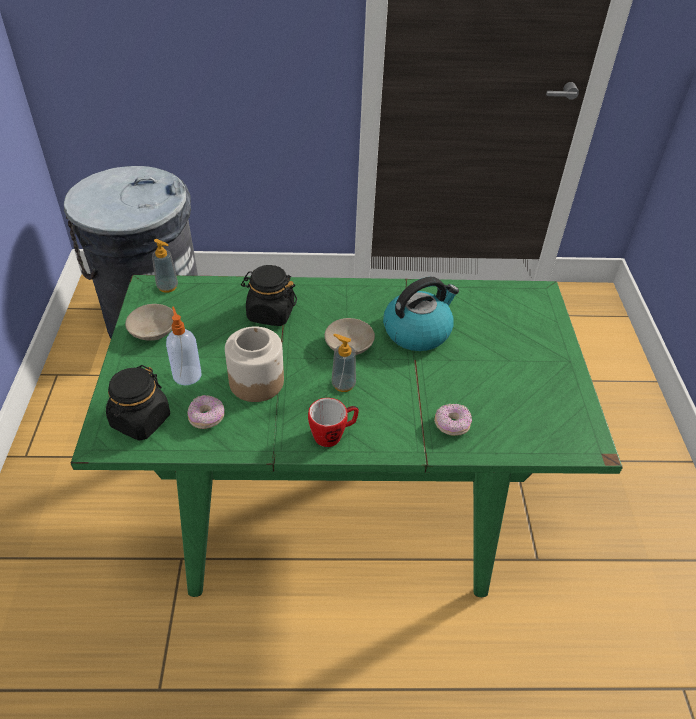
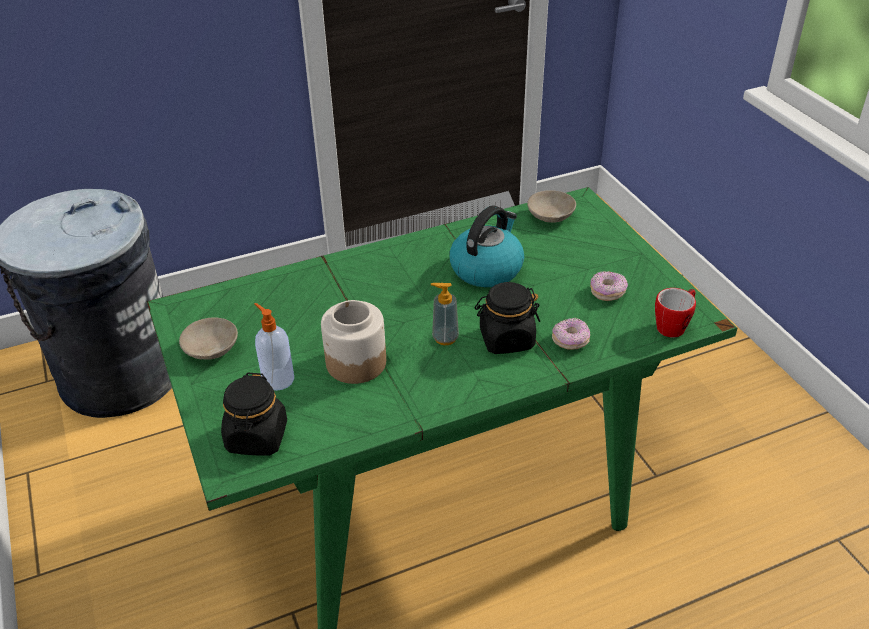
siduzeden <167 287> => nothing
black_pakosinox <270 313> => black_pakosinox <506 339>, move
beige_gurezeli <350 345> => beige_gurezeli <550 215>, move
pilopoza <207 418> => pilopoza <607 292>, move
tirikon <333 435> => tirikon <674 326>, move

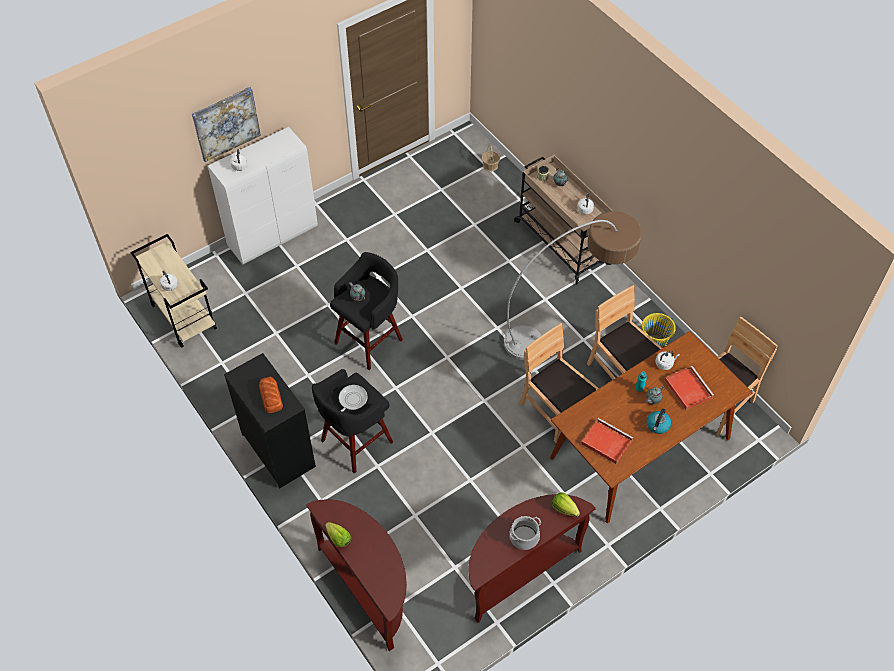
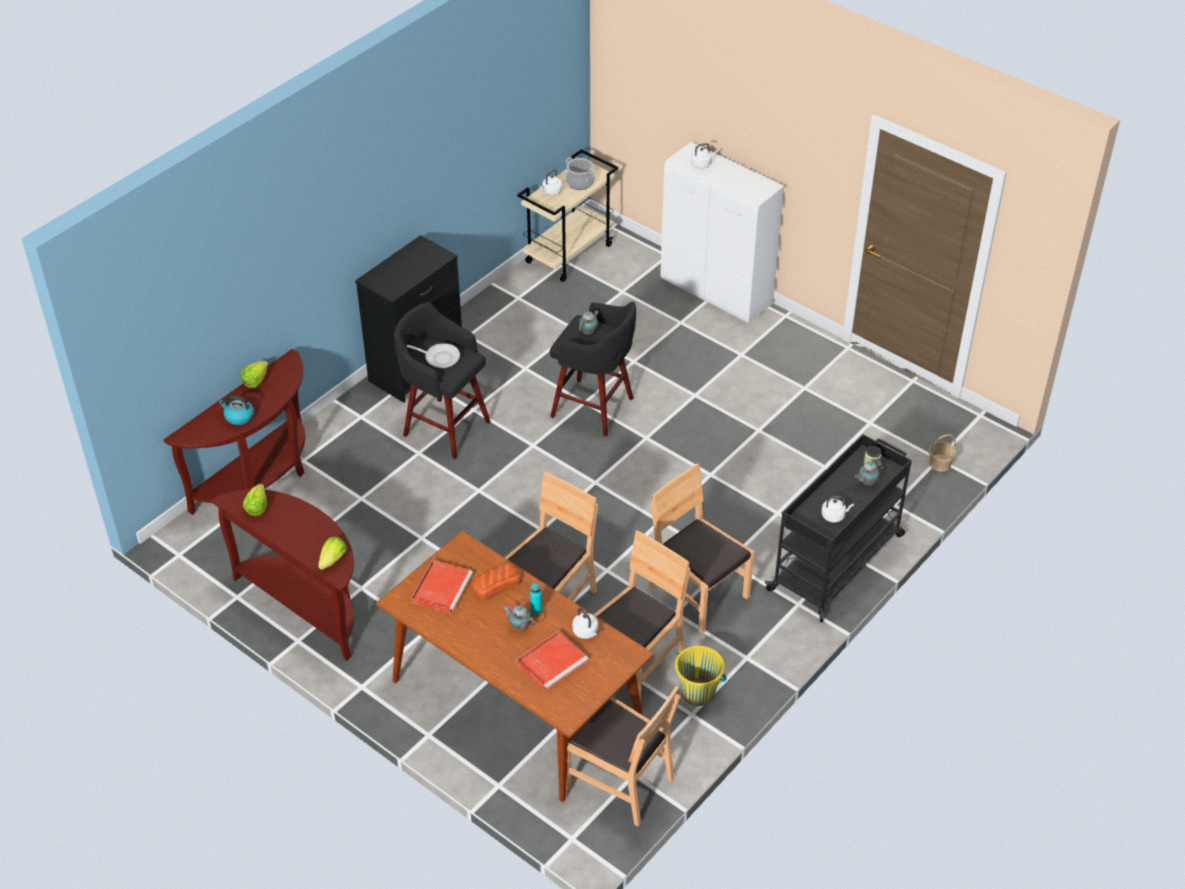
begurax <226 123> => nothing
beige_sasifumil <561 242> => black_sasifumil <837 561>
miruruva <569 322> => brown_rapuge <698 593>
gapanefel <270 397> => gapanefel <495 585>, move
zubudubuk <657 425> => zubudubuk <238 417>, move
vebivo <524 537> => vebivo <579 182>, move
nothing => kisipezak <257 507>

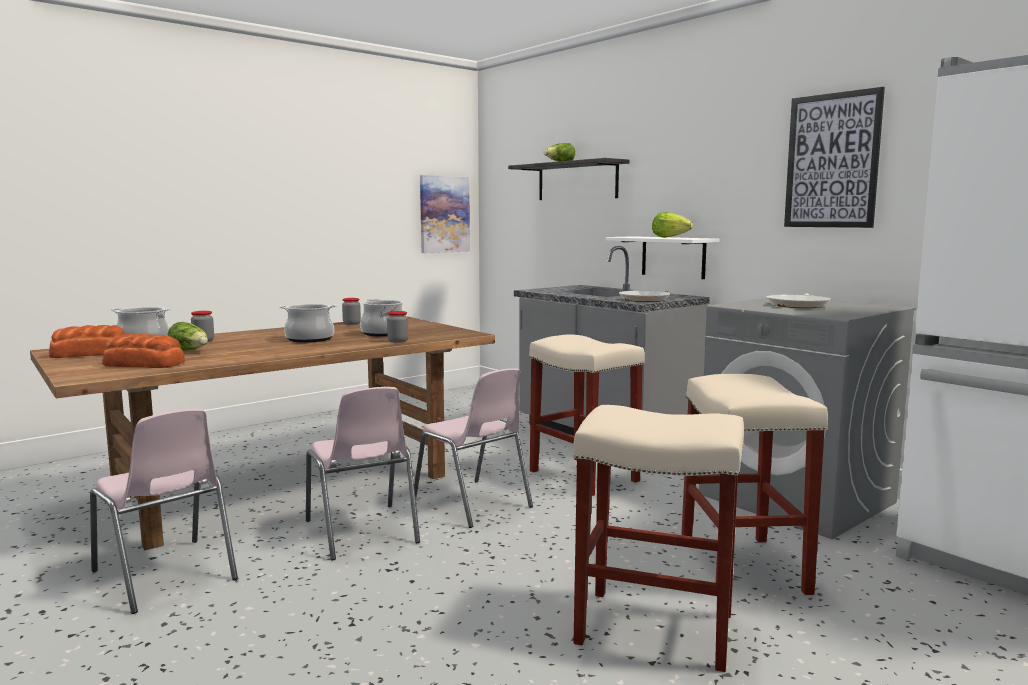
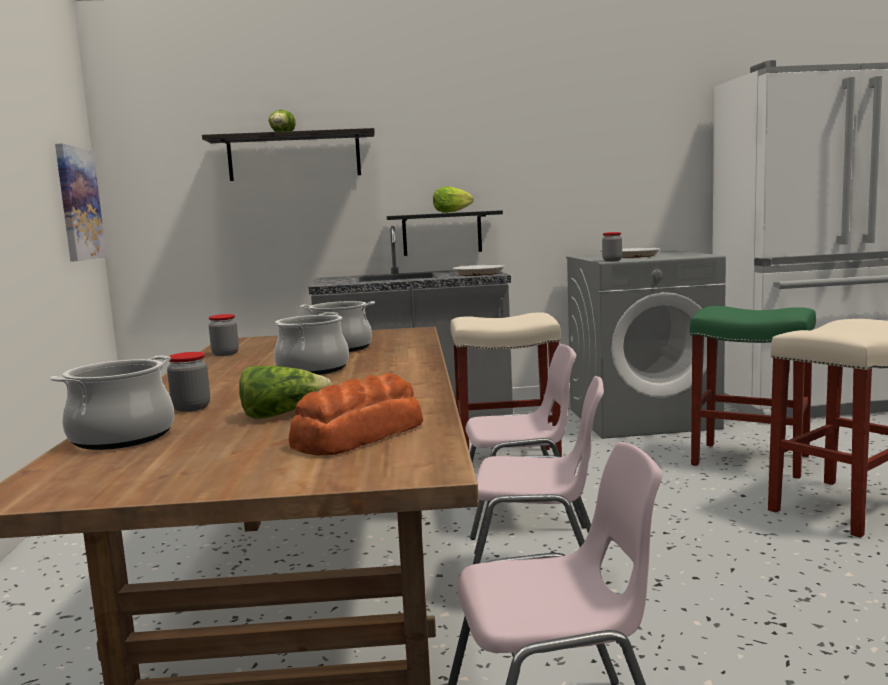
begurax <832 161> => nothing
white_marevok <673 257> => black_marevok <442 233>
pakosinox <398 341> => pakosinox <612 260>, move
gapanefel <89 353> => nothing
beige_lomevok <744 567> => green_lomevok <752 460>

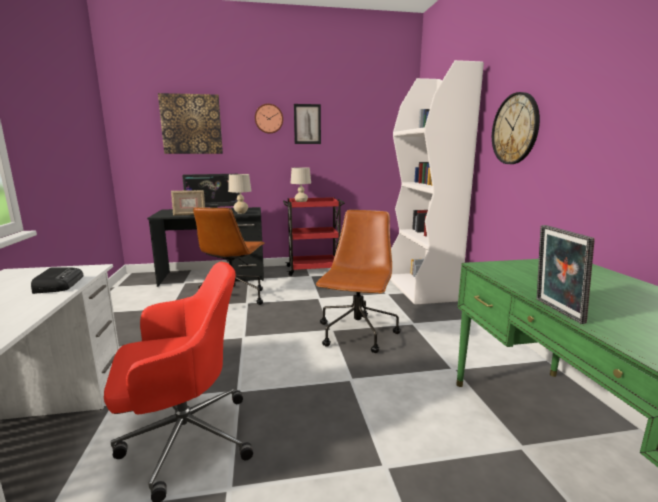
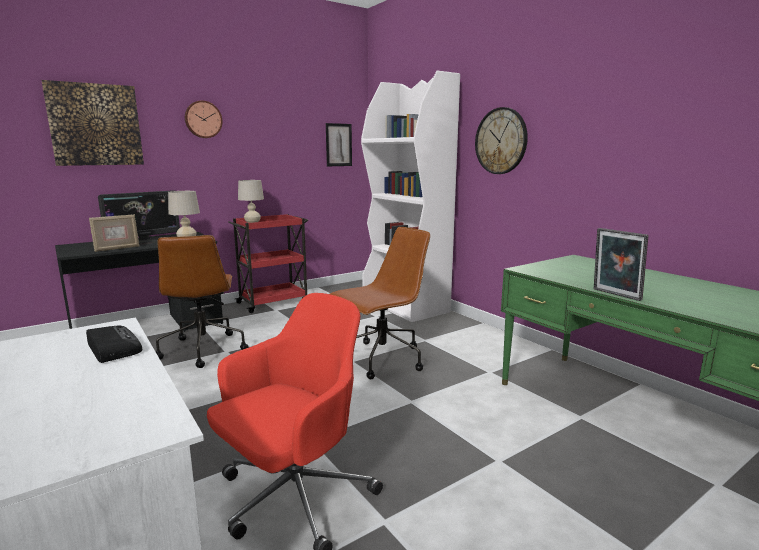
begurax <307 124> => begurax <338 145>, move
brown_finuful <357 334> => brown_finuful <381 360>, 60 degrees clockwise

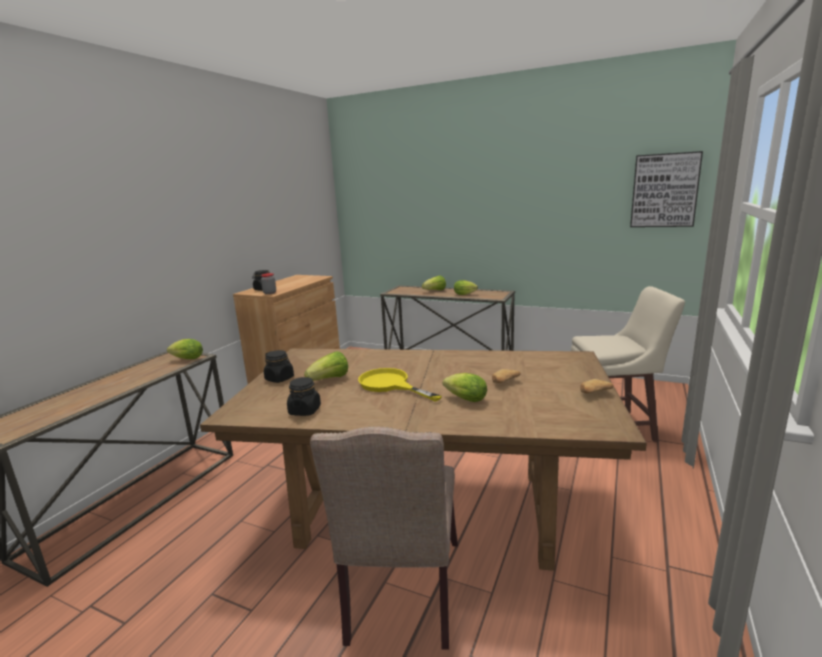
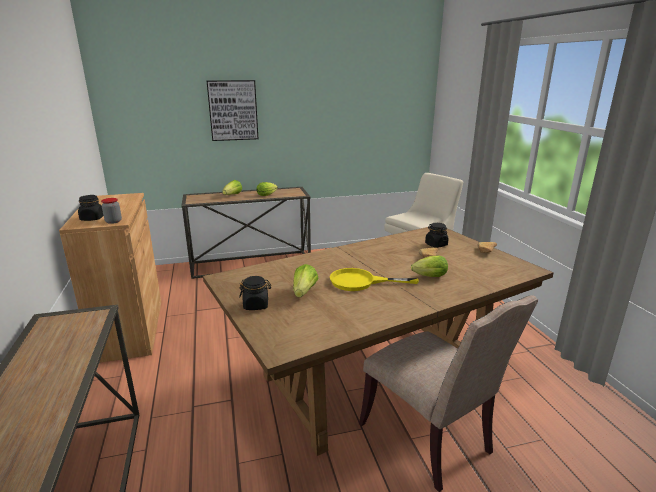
begurax <664 190> => begurax <233 110>, move
kisipezak <186 359> => nothing
black_pakosinox <305 410> => black_pakosinox <436 244>, move

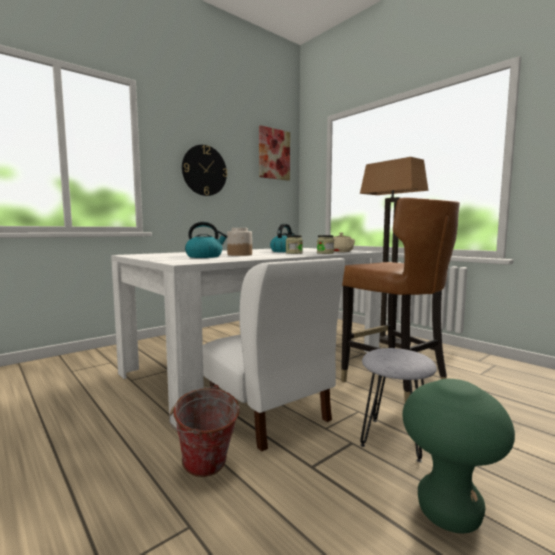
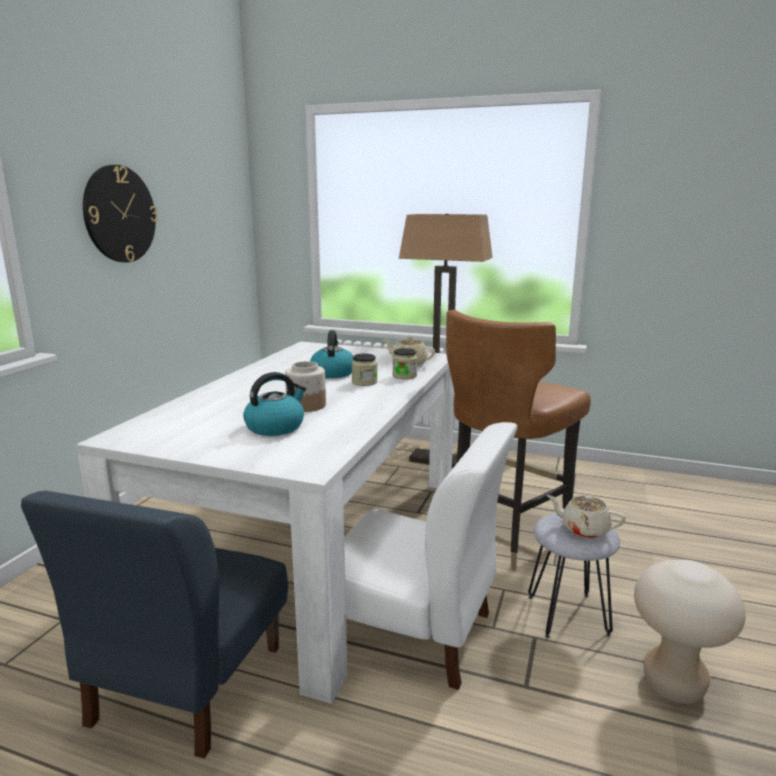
begurax <274 154> => nothing
brown_rapuge <393 383> => brown_rapuge <503 533>, 105 degrees clockwise
green_lomevok <449 514> => beige_lomevok <673 685>
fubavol <205 470> => nothing
nothing => blue_rapuge <186 684>
nothing => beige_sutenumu <584 529>

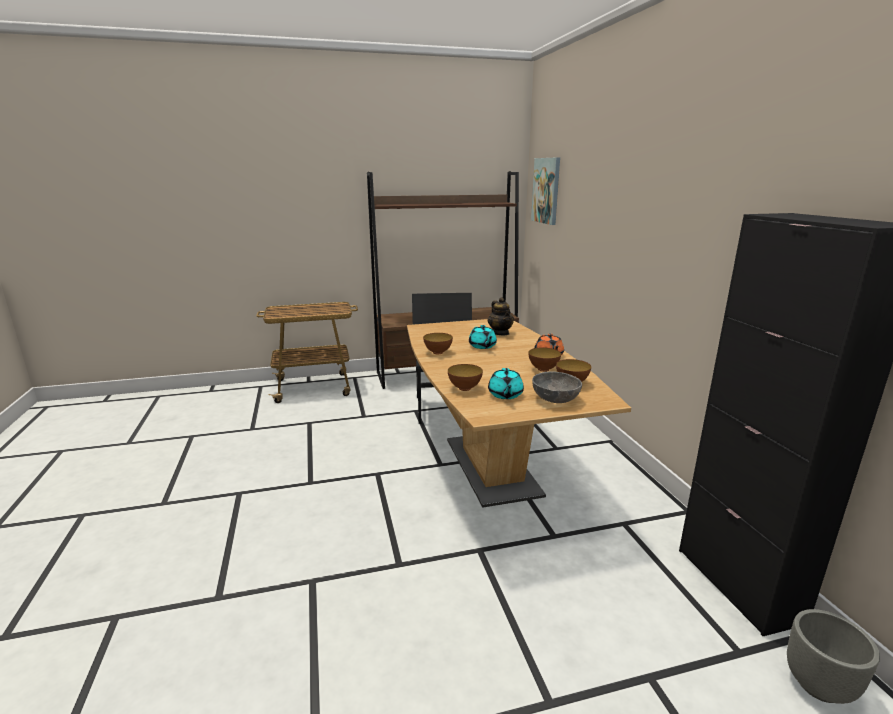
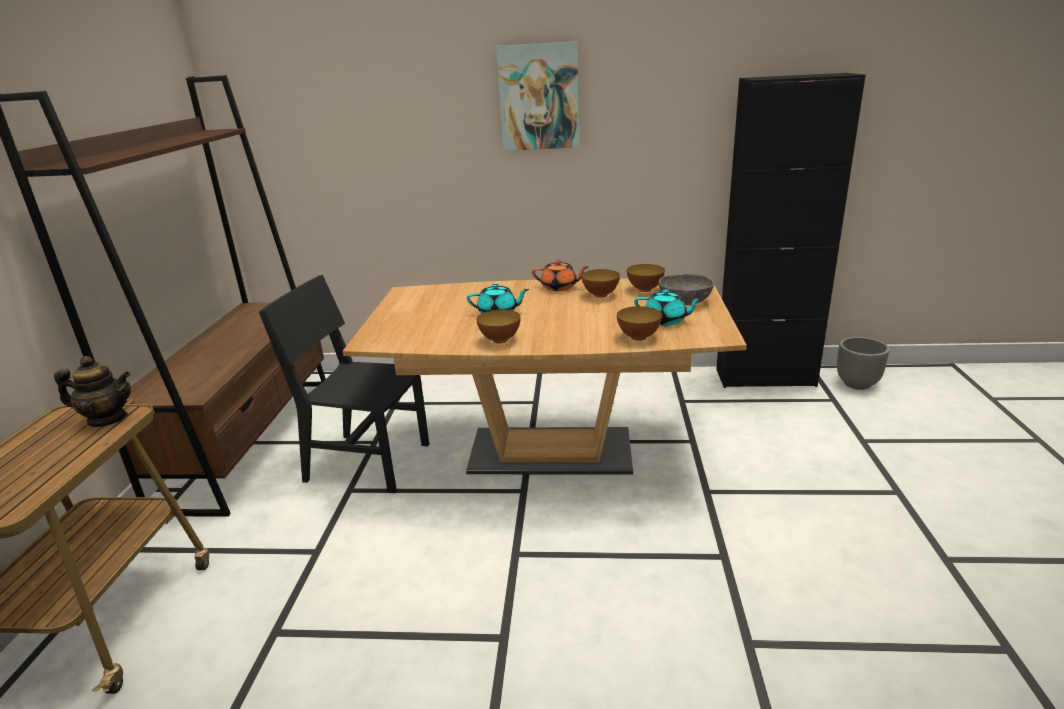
begurax <546 190> => begurax <539 97>, move
sutenumu <500 333> => sutenumu <108 419>, move

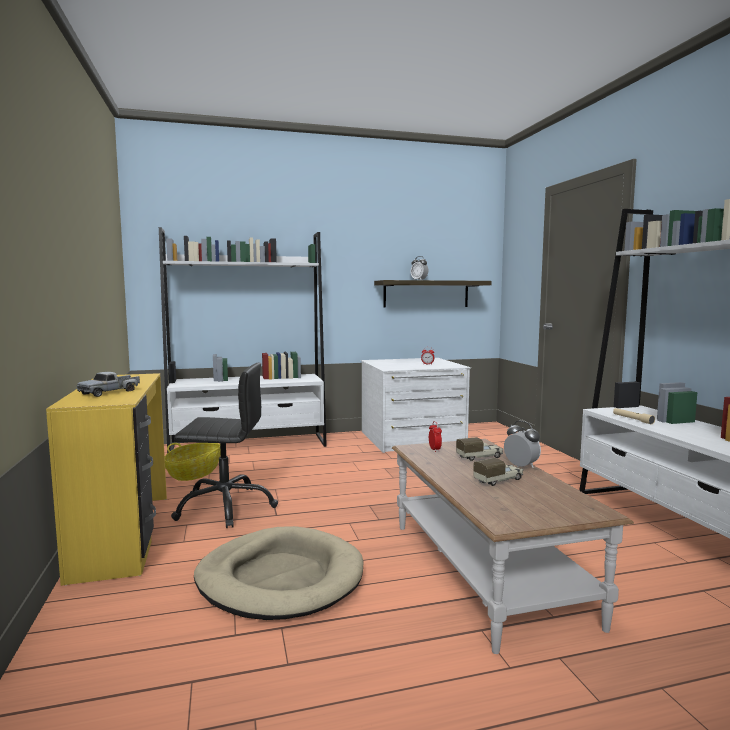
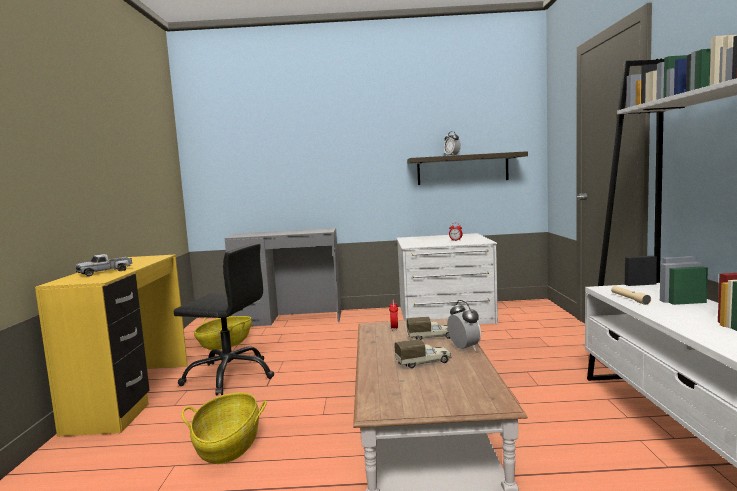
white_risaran <249 445> => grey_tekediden <289 319>
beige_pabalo <280 578> => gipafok <228 446>

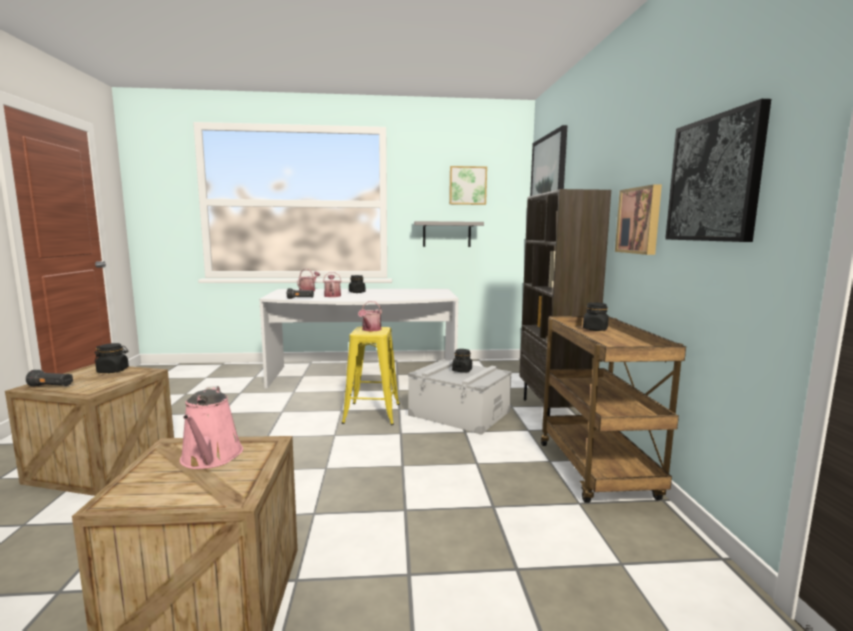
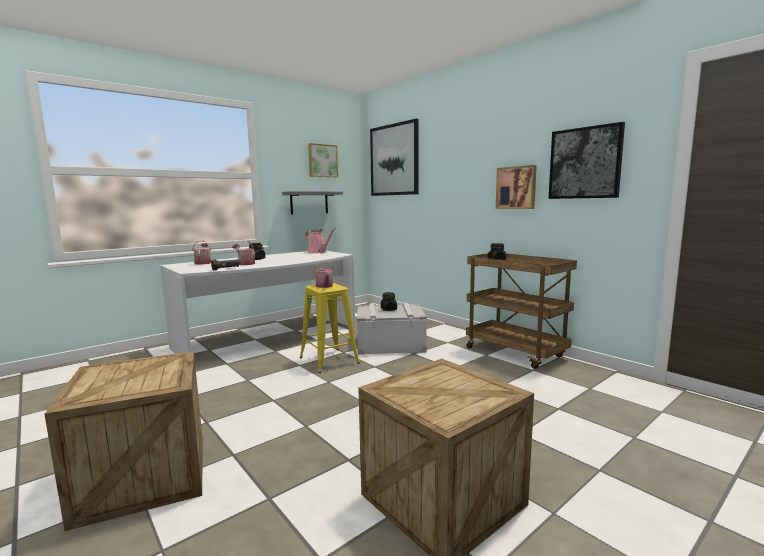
brown_risaran <553 412> => nothing
black_pakosinox <113 371> => nothing
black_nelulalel <51 386> => nothing
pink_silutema <211 458> => pink_silutema <318 252>, move

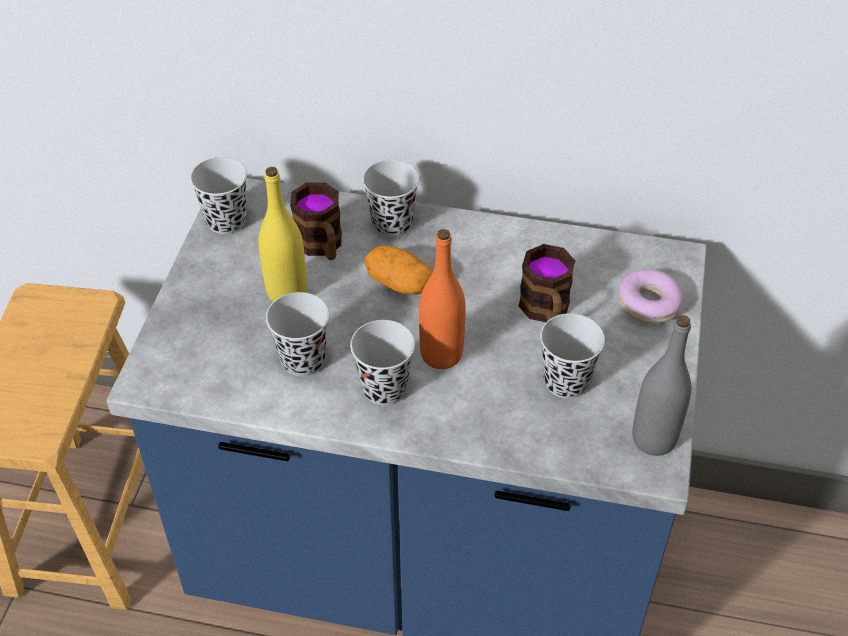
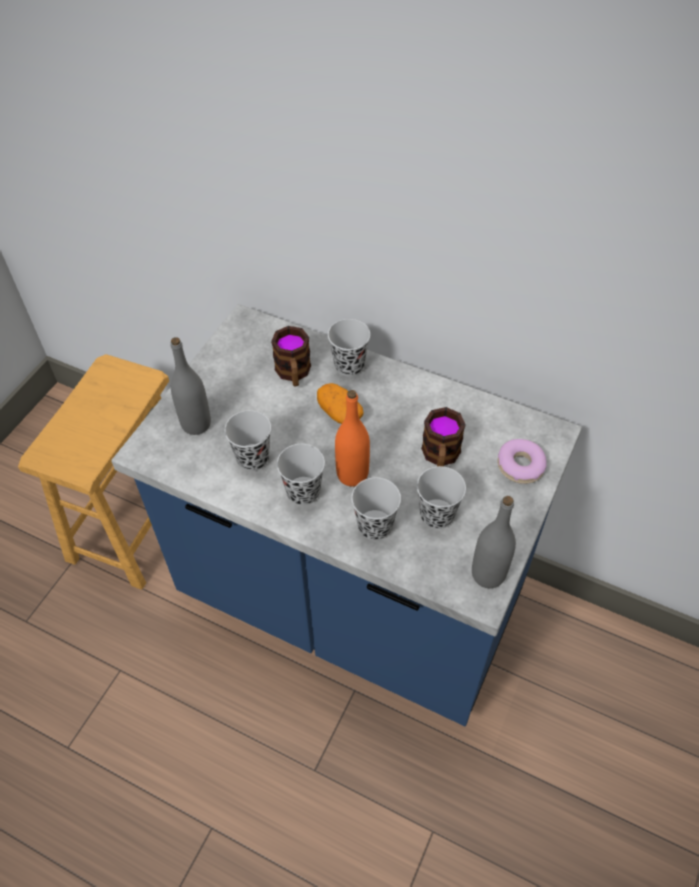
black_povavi <226 221> => black_povavi <375 526>, move
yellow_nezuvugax <287 293> => nothing
nothing => grey_nezuvugax <196 424>

